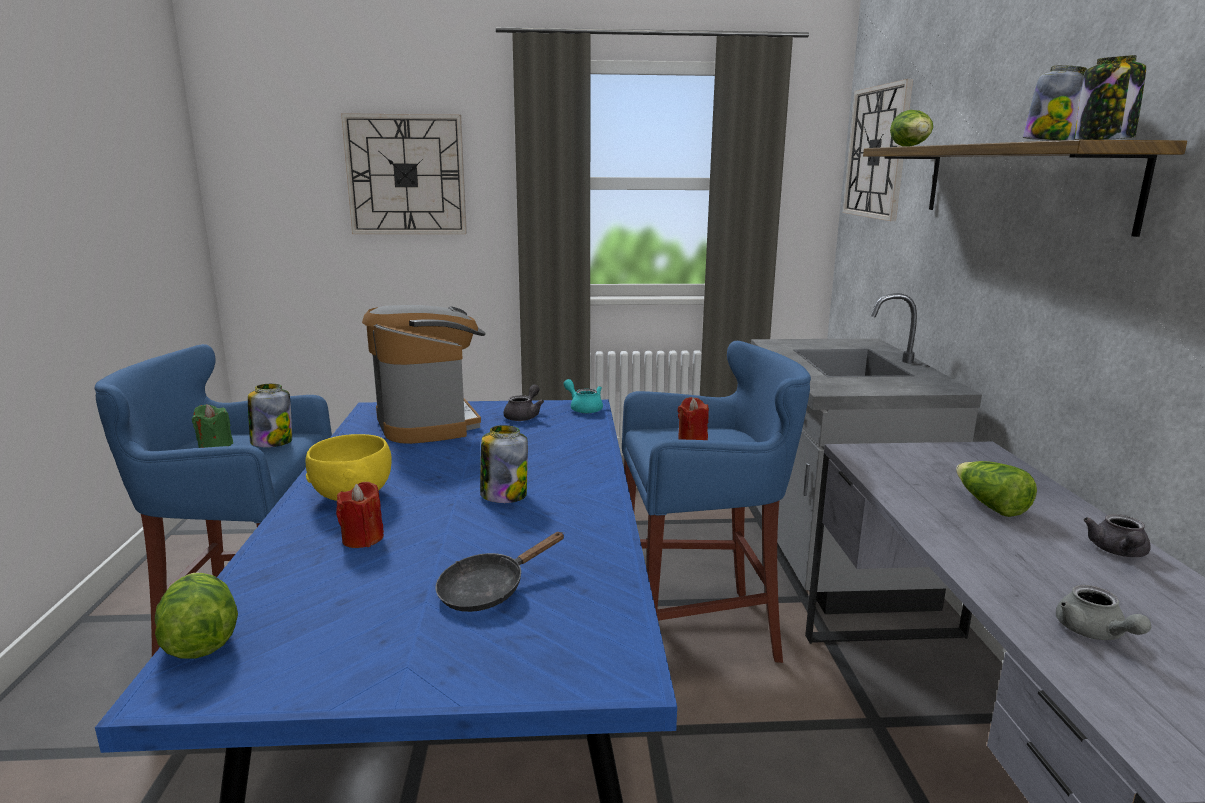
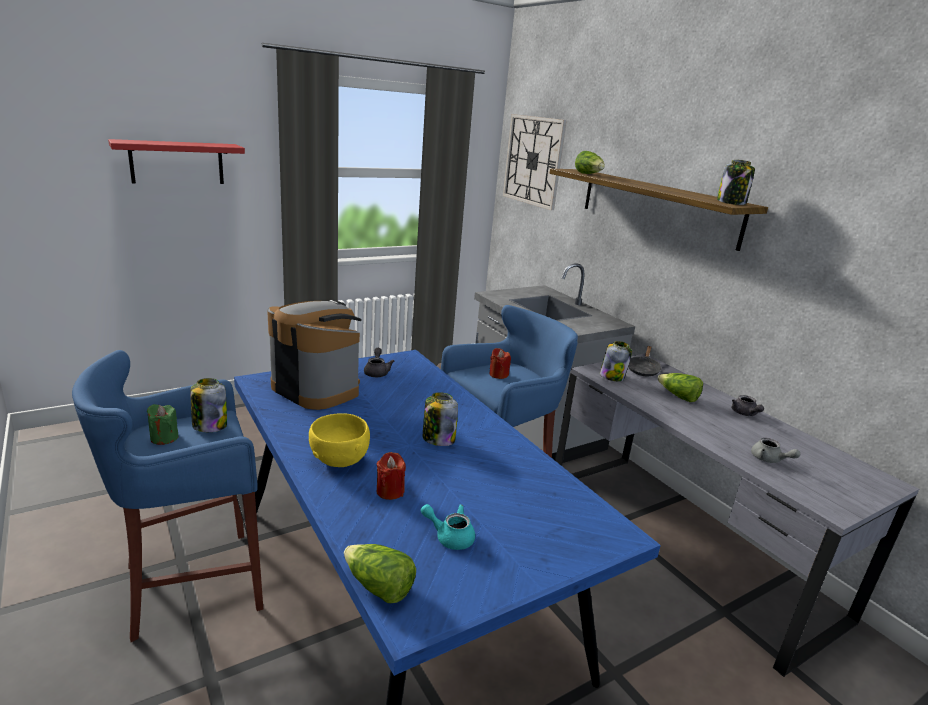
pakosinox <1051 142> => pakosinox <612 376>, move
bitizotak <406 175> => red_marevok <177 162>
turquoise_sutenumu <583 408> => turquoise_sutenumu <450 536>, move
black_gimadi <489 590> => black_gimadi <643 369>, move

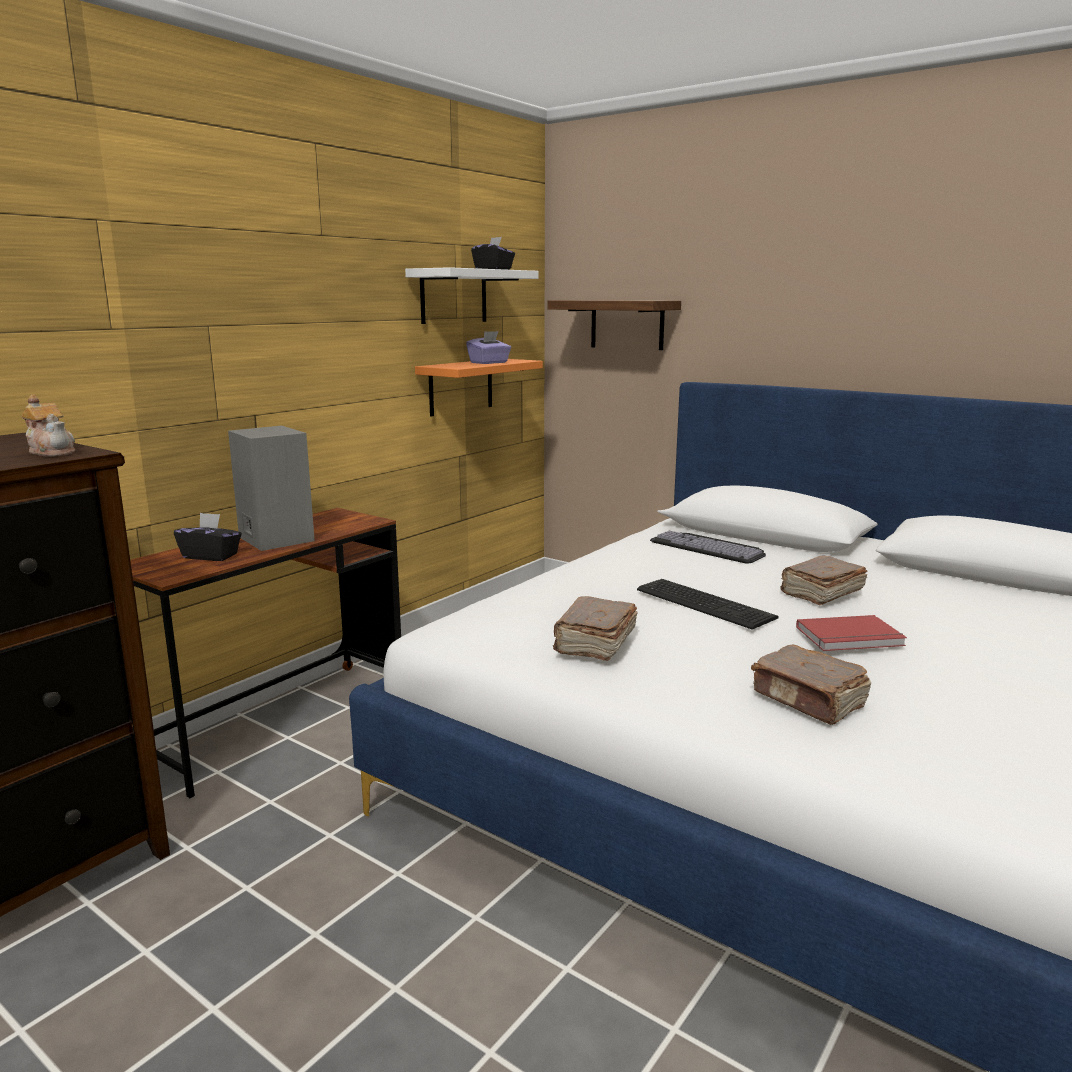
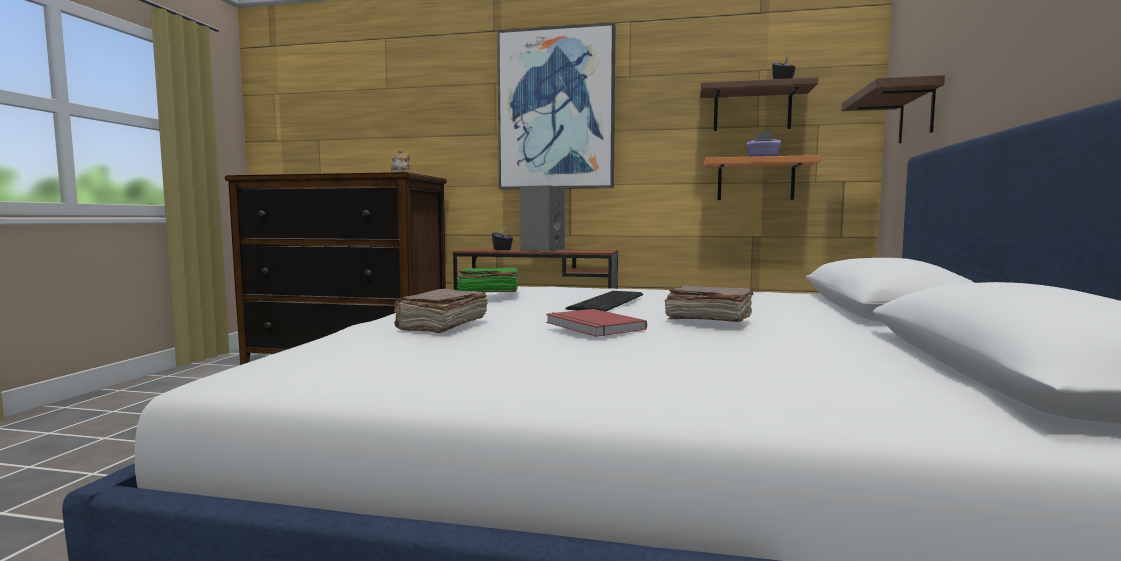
white_marevok <453 296> => brown_marevok <752 110>
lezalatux <711 547> => nothing
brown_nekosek <594 643> => green_nekosek <487 293>
nothing => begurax <556 110>

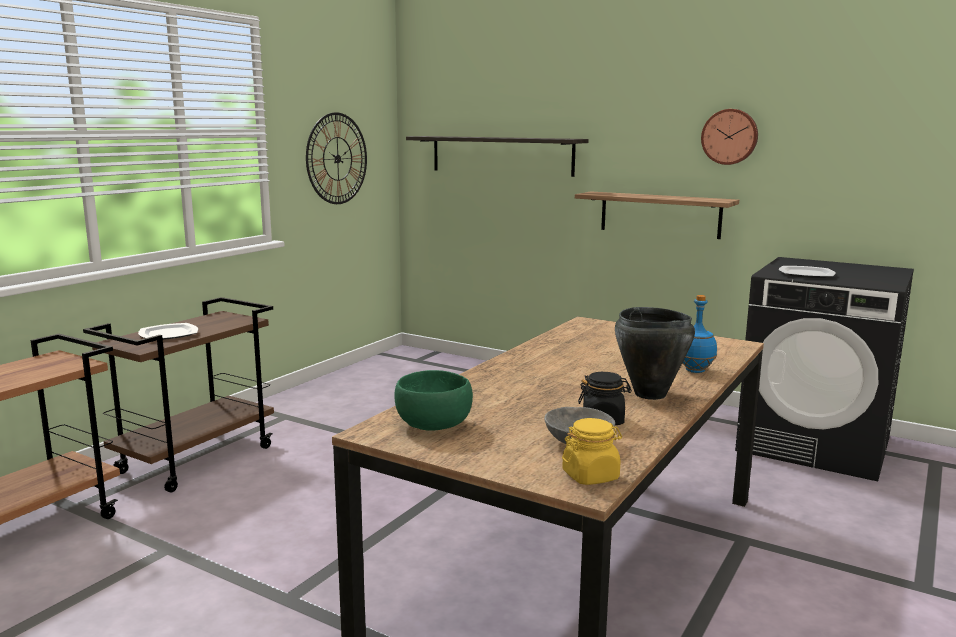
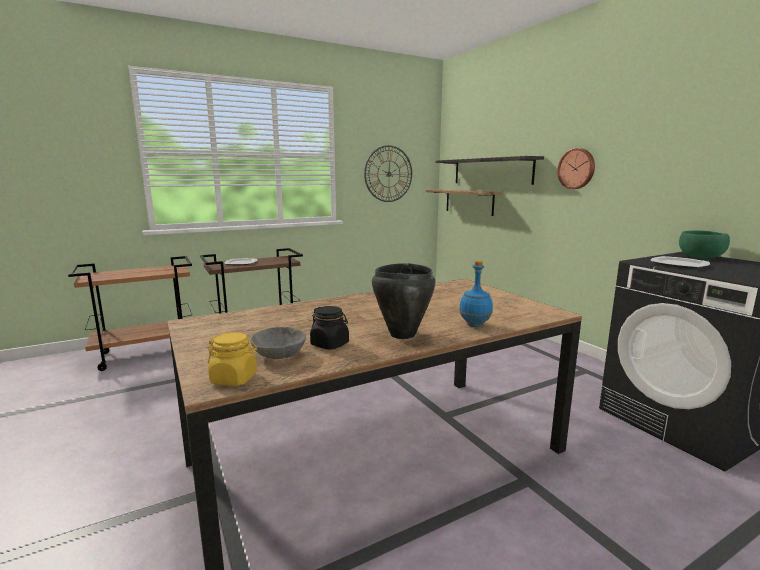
bitizotak <730 136> => bitizotak <577 169>, move
marevok <660 214> => marevok <469 201>, move
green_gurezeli <434 425> => green_gurezeli <701 257>, move

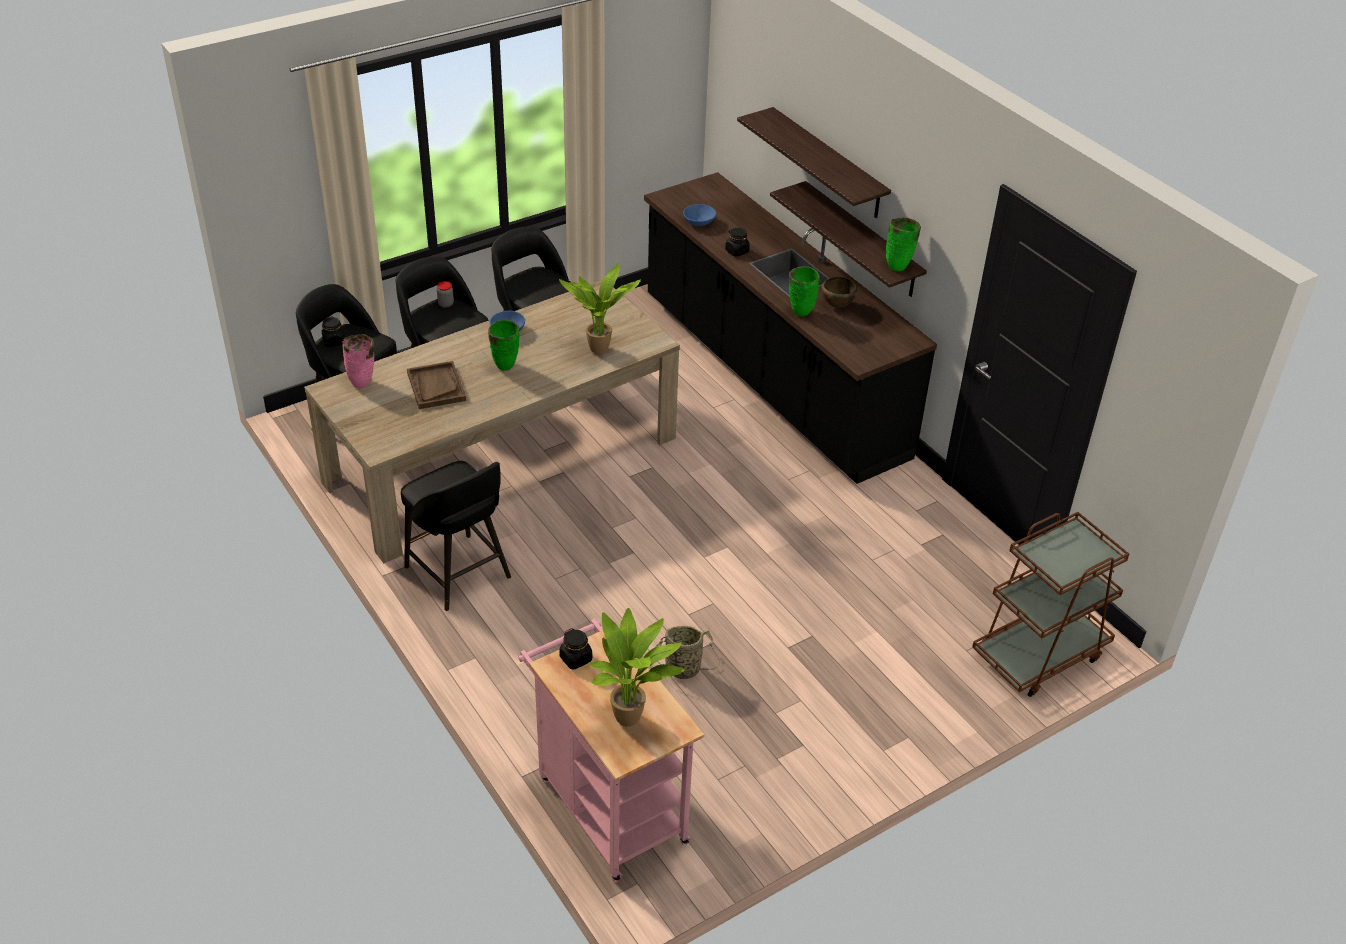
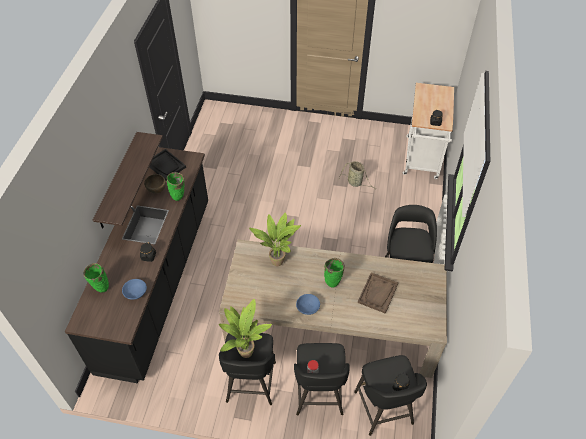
marevok <828 163> => nothing
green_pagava <898 267> => green_pagava <101 288>, move
pink_pagava <363 382> => nothing
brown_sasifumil <1039 654> => nothing
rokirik <632 718> => rokirik <244 351>, move
pink_sasifumil <607 804> => white_sasifumil <422 160>
nothing => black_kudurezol <166 165>

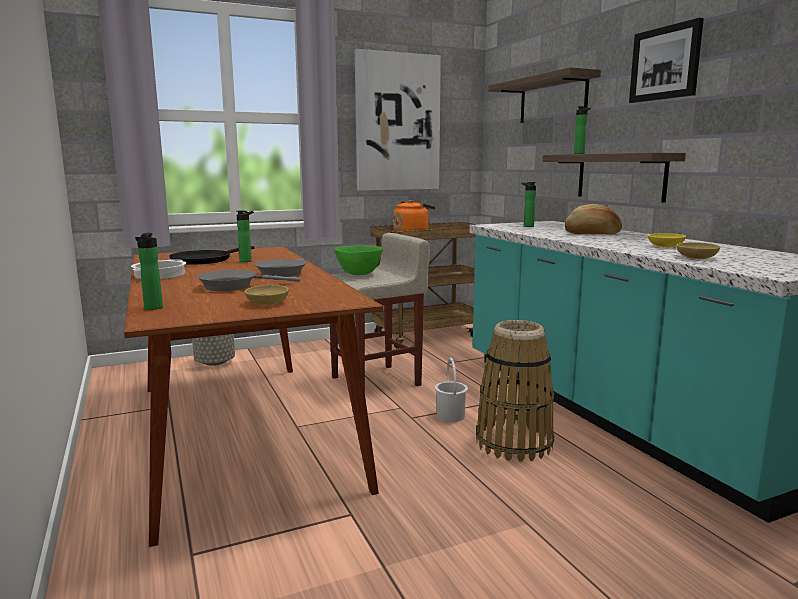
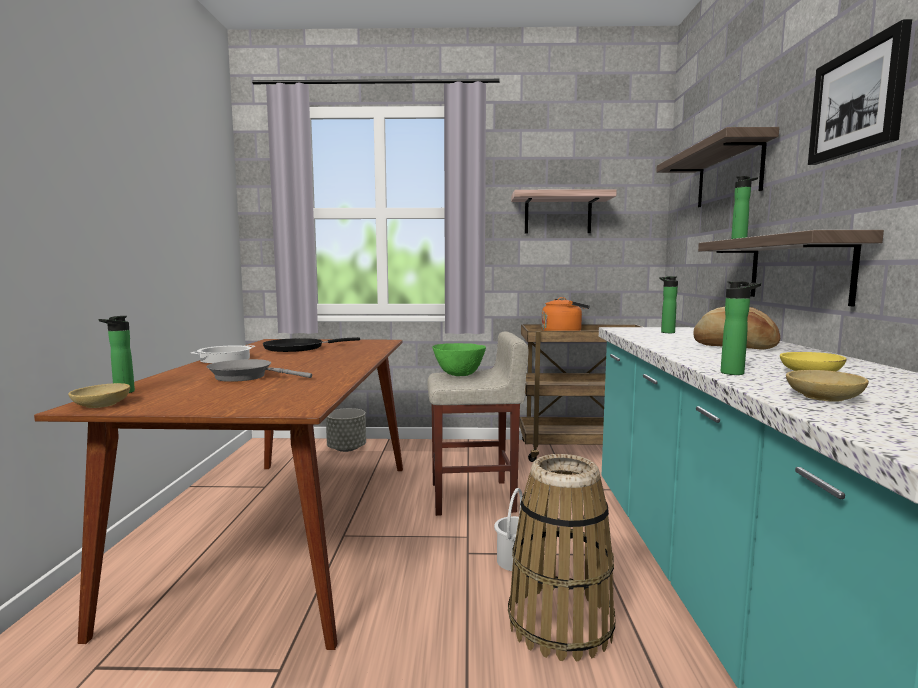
begurax <397 123> => marevok <558 214>
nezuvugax <247 261> => nezuvugax <735 373>, move
grey_gimadi <282 273> => nothing
beige_gurezeli <268 303> => beige_gurezeli <102 404>, move

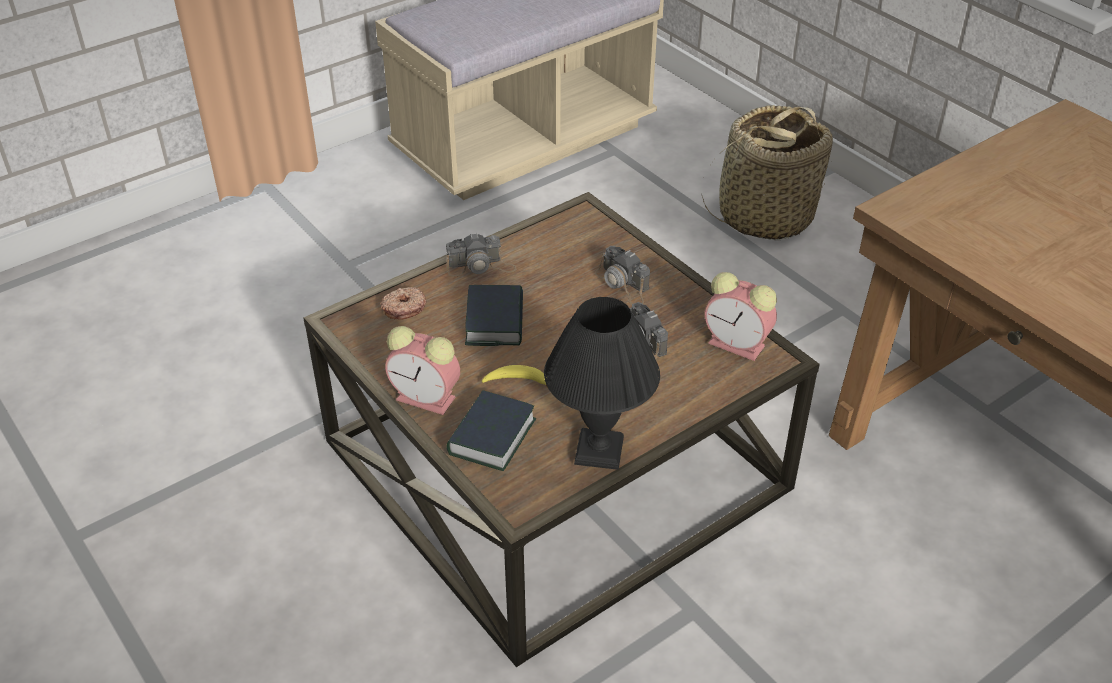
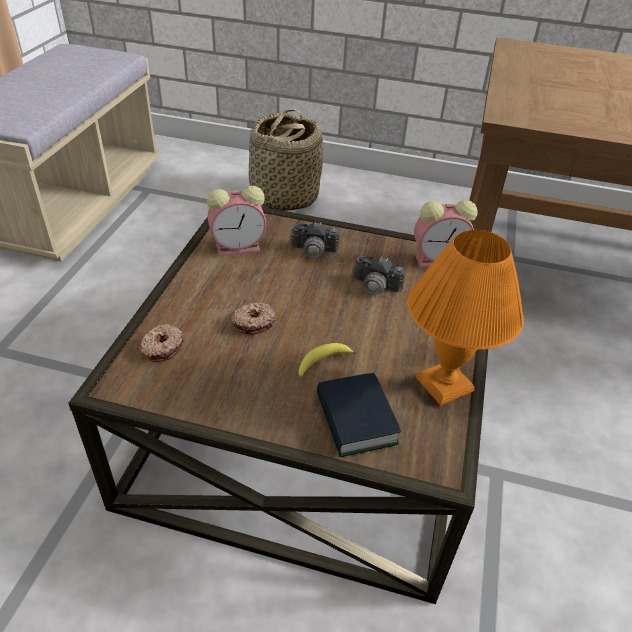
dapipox <481 266> => nothing
nekosek <495 322> => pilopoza <253 322>
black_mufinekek <600 450> => orange_mufinekek <445 383>
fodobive <428 398> => fodobive <239 247>, move

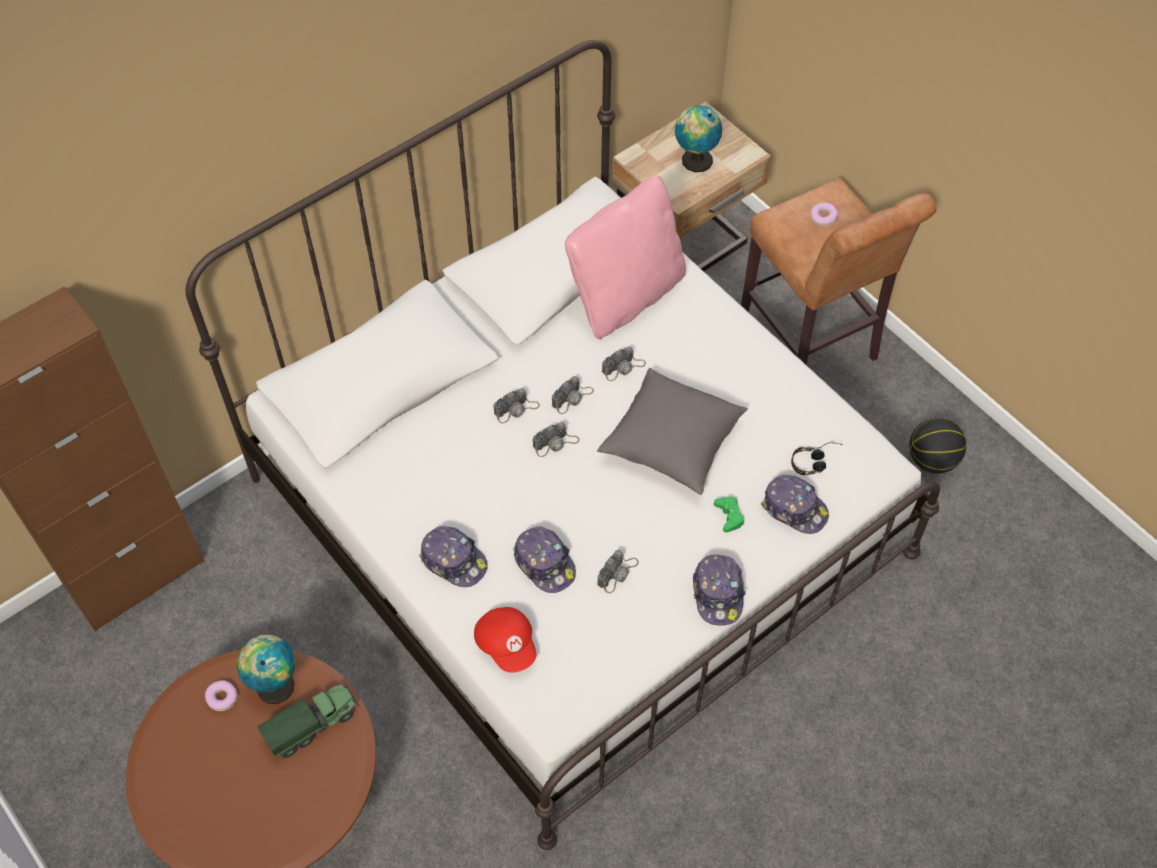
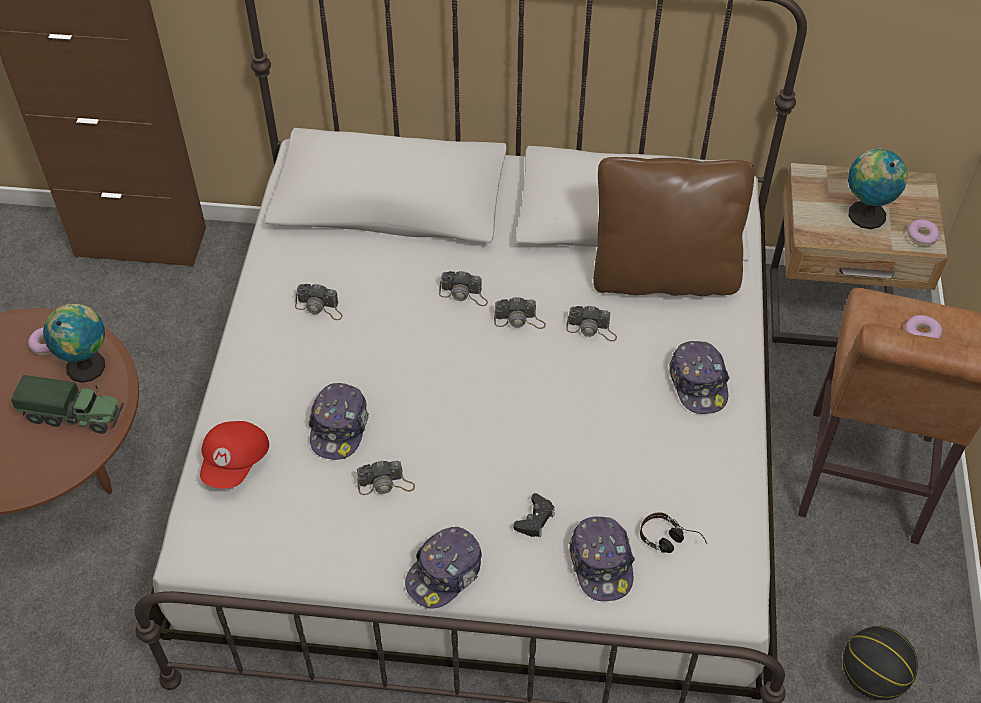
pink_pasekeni <626 296> => brown_pasekeni <663 275>
grey_pasekeni <672 443> => nothing
dapipox <555 443> => dapipox <320 307>, move
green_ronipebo <729 516> => black_ronipebo <535 519>
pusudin <454 561> => pusudin <698 383>, move
nothing => pilopoza <921 236>

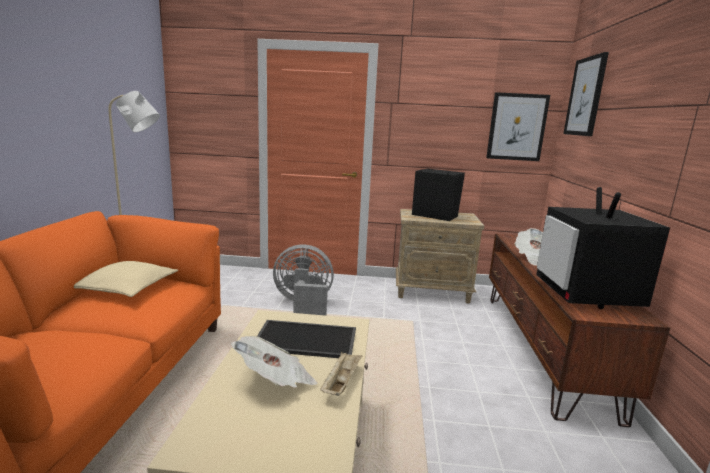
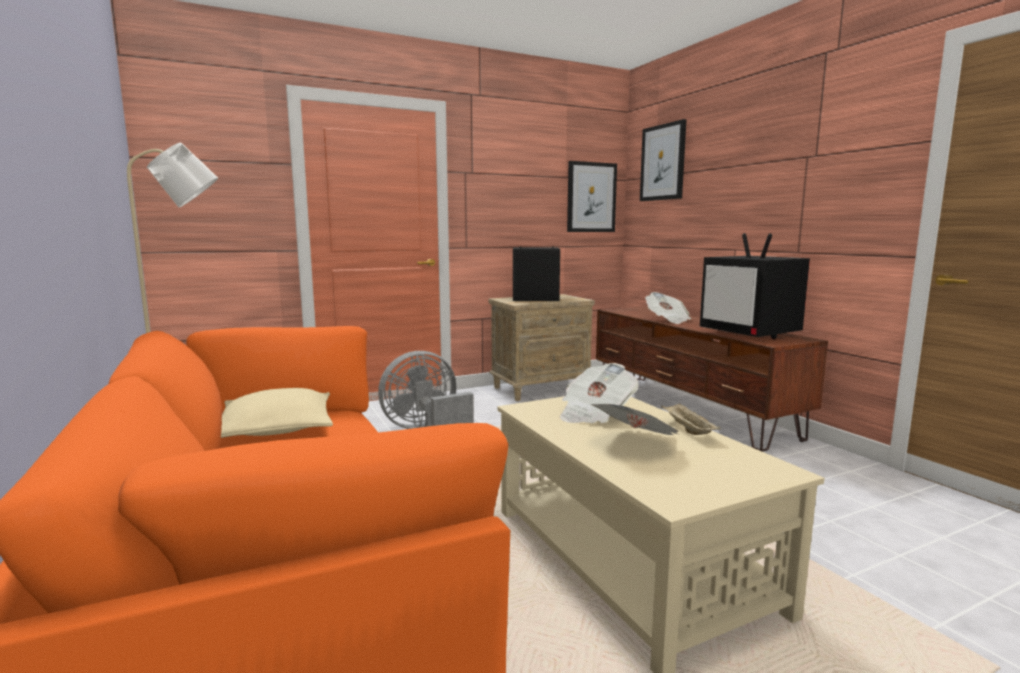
kudurezol <304 340> => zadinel <595 414>

